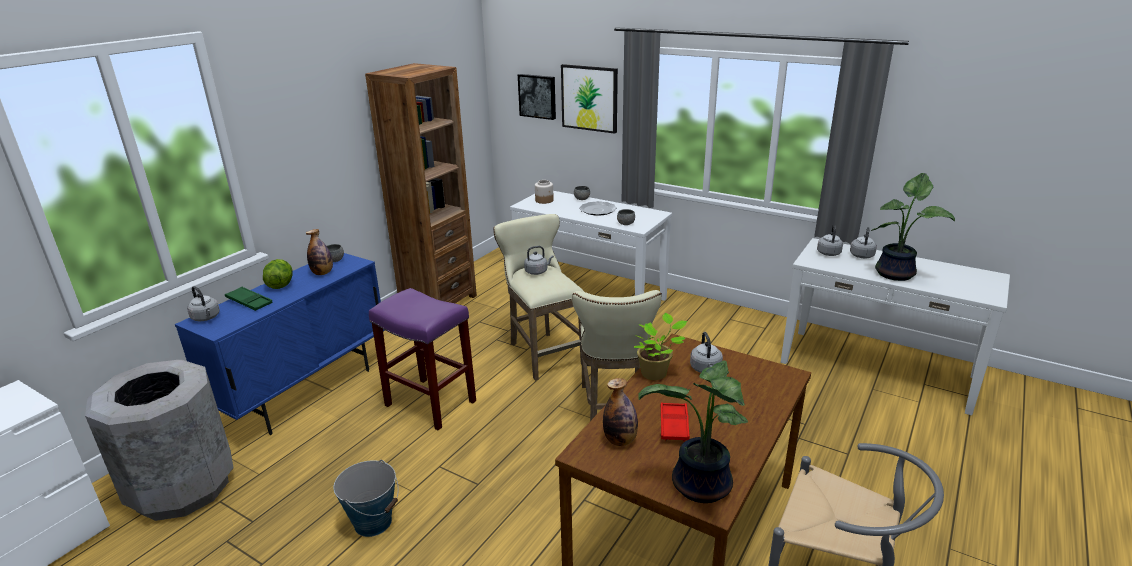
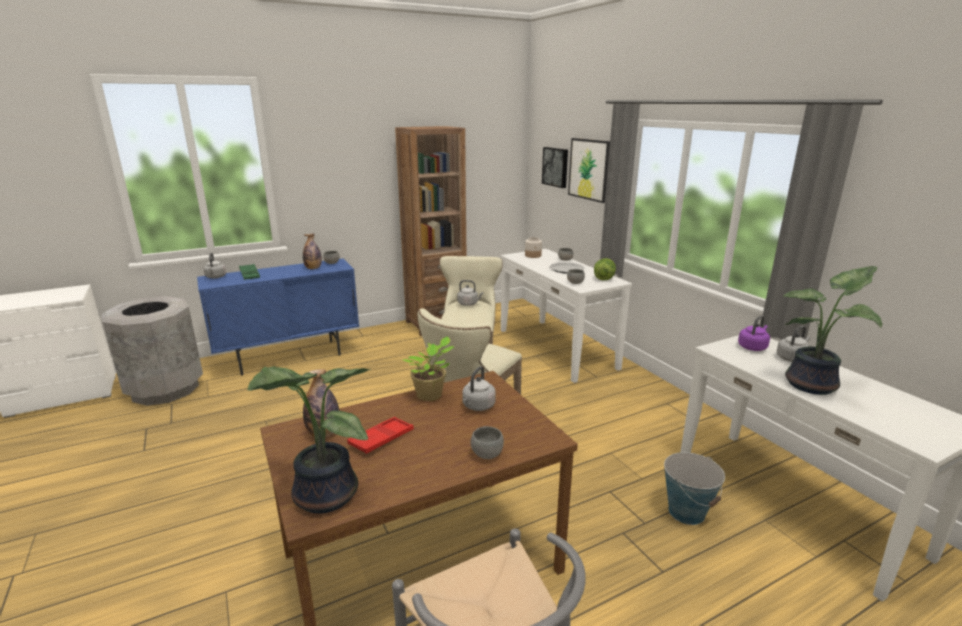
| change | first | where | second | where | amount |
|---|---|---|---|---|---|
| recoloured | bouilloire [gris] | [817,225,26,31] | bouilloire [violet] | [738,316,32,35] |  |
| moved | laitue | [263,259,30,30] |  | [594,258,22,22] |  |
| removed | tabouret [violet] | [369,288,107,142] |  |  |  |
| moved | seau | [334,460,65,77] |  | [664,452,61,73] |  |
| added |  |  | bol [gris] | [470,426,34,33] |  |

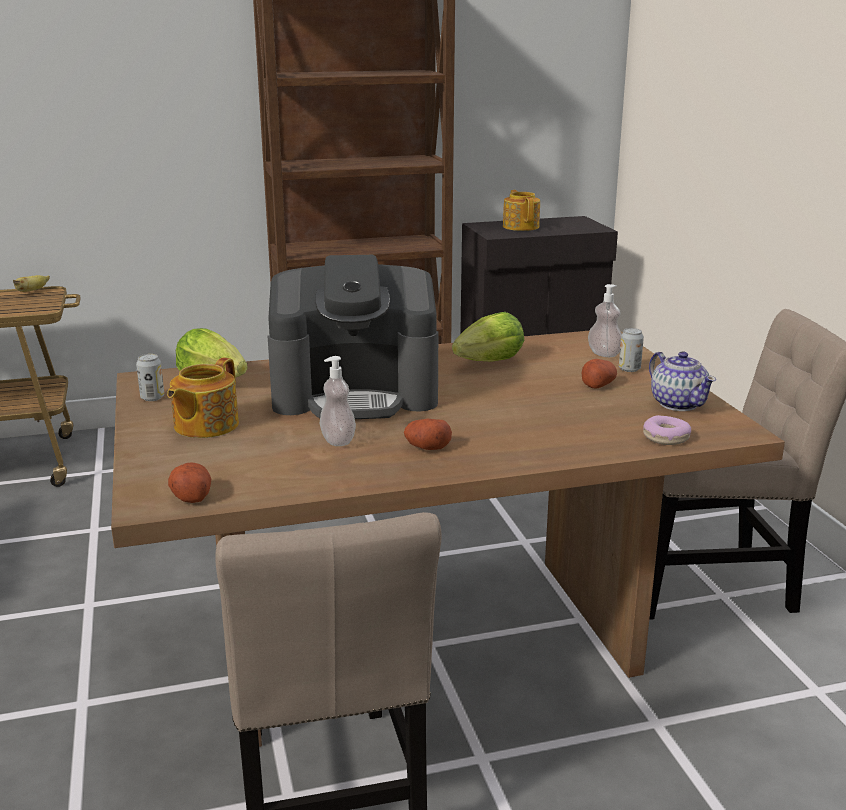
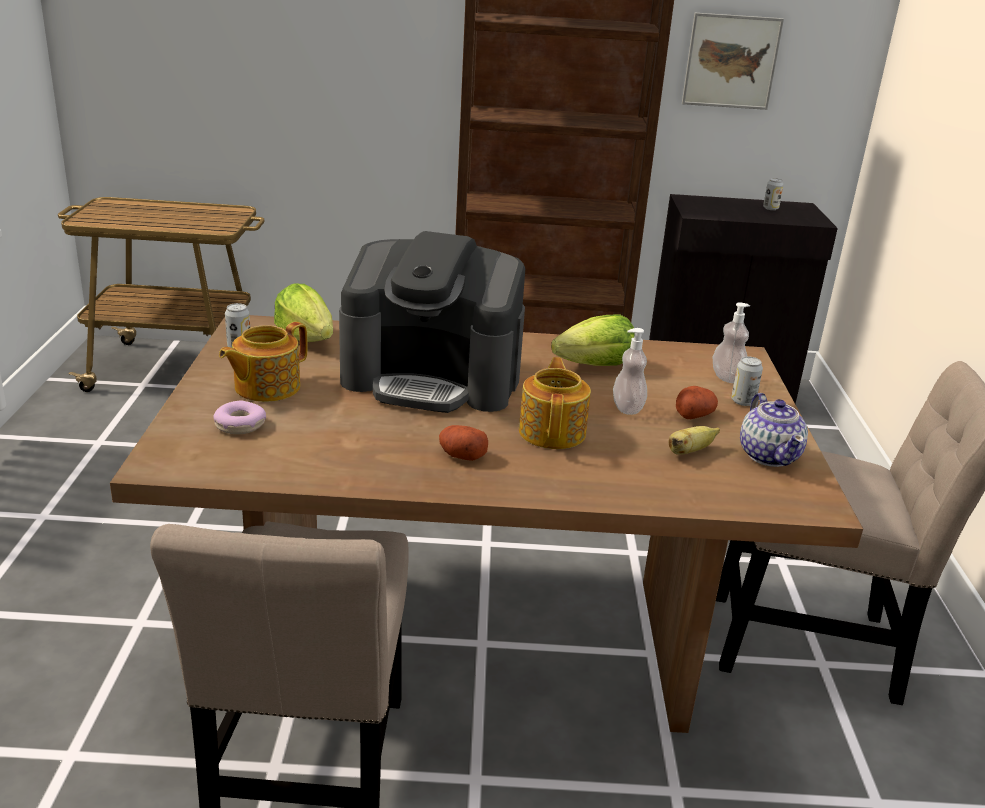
| change | first | where | second | where | amount |
|---|---|---|---|---|---|
| moved | théière | [503,190,37,41] |  | [519,357,72,92] |  |
| moved | banane | [13,275,37,17] |  | [668,426,52,29] |  |
| moved | distributeur de savon | [320,356,36,90] |  | [613,328,34,87] |  |
| moved | beignet | [643,415,48,30] |  | [213,400,53,34] |  |
| removed | pomme de terre | [168,463,43,40] |  |  |  |
| added |  |  | tableau | [682,13,102,97] |  |
| added |  |  | boîte métallique | [763,178,21,32] |  |

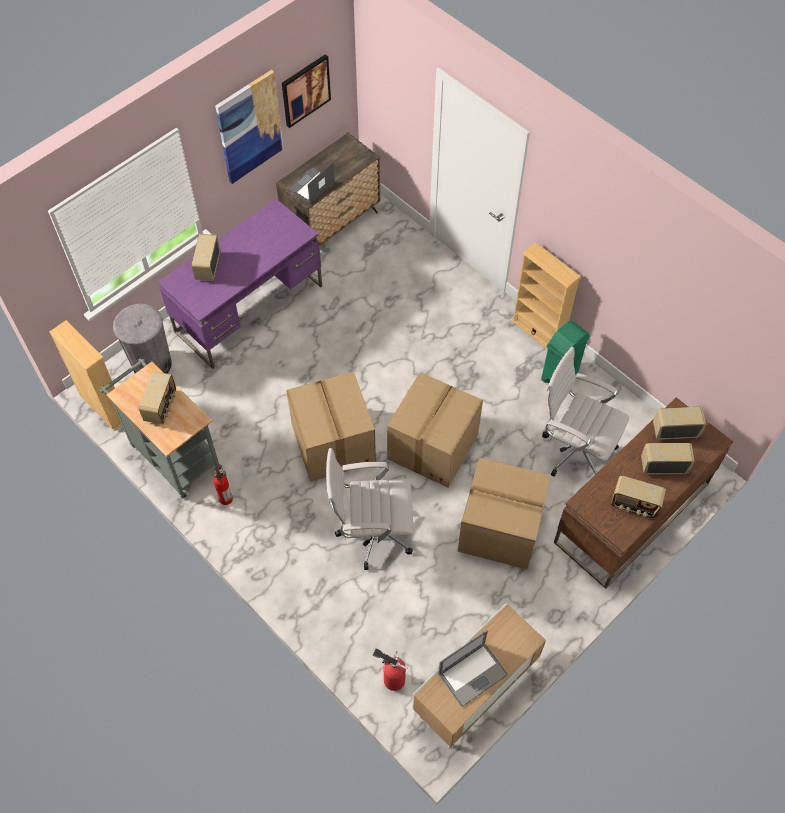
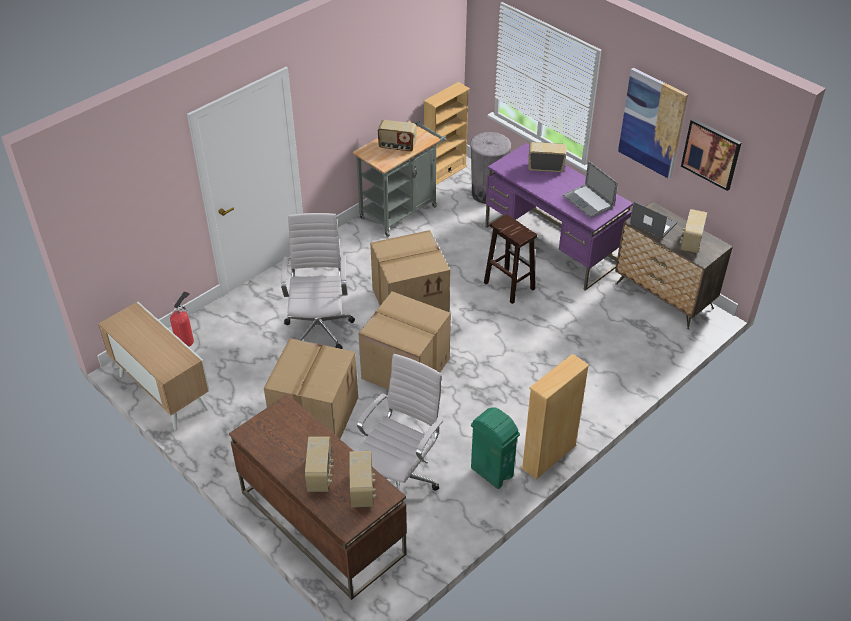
| change | first | where | second | where | amount |
|---|---|---|---|---|---|
| removed | extincteur | [213,466,20,39] |  |  |  |
| moved | radio | [611,476,55,42] |  | [679,209,28,44] |  |
| moved | ordinateur portable | [438,630,70,77] |  | [563,161,55,57] |  |
| added |  |  | tabouret [marron] | [484,214,53,90] |  |

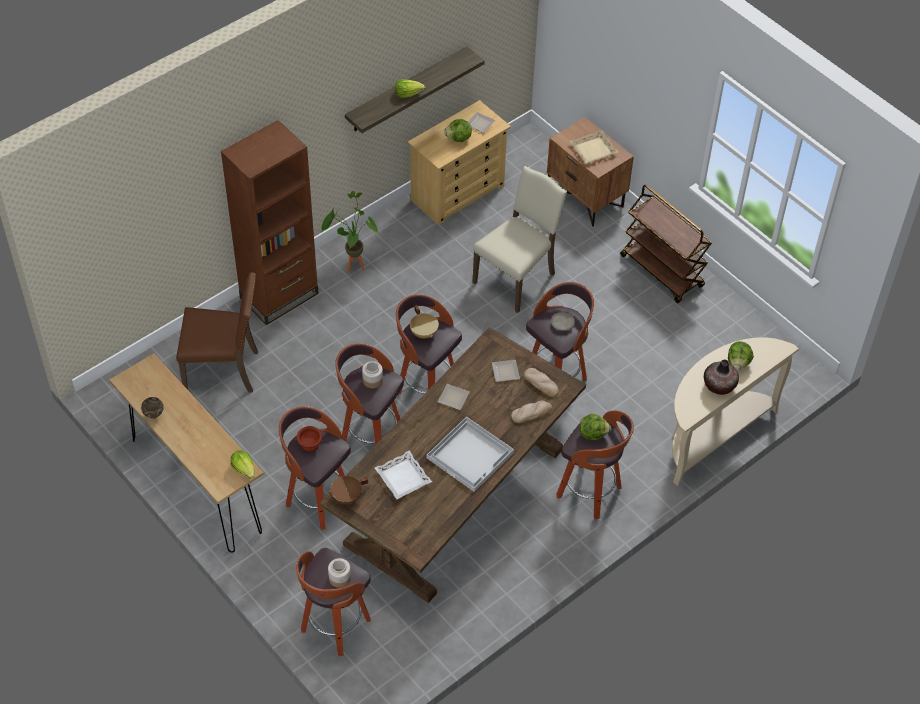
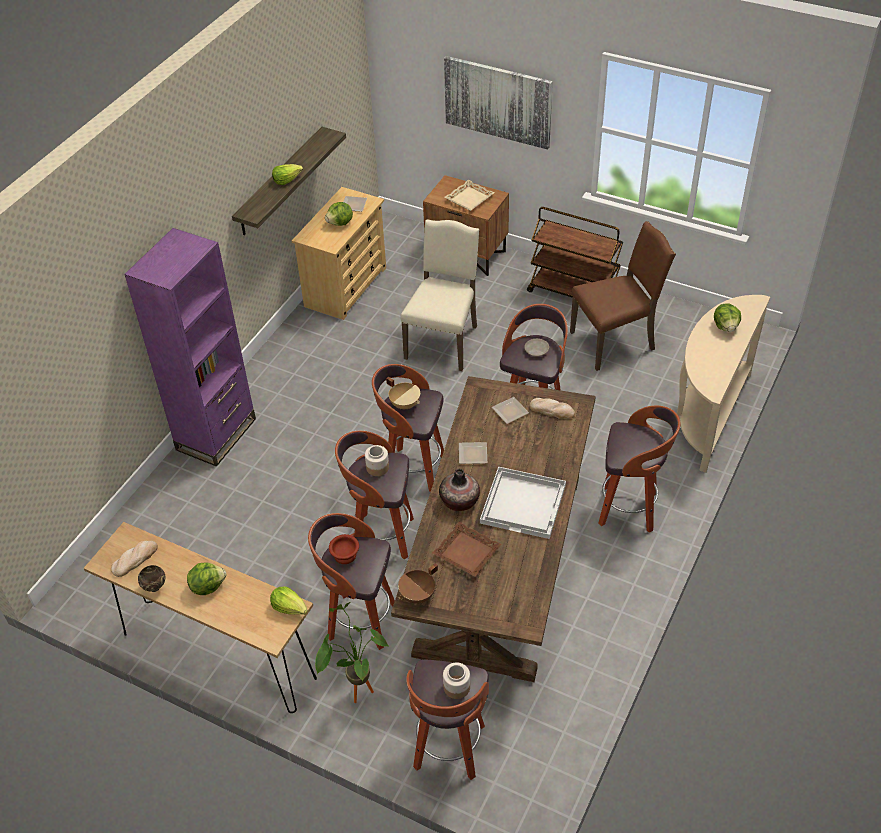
| change | first | where | second | where | amount |
|---|---|---|---|---|---|
| recoloured | bibliothèque [marron] | [221,120,98,205] | bibliothèque [violet] | [124,228,132,239] |  |
| moved | plante en pot | [321,191,57,81] |  | [315,602,75,101] |  |
| moved | chaise [marron] | [176,272,82,121] |  | [570,221,106,150] |  |
| moved | vase | [704,360,35,35] |  | [439,469,41,42] |  |
| moved | pain | [511,400,41,23] |  | [111,541,47,36] |  |
| moved | laitue | [579,414,32,26] |  | [187,562,39,33] |  |
| recoloured | plateau [blanc] | [375,451,57,48] | plateau [marron] | [432,522,69,55] |  |
| added |  |  | tableau | [444,56,109,94] |  |

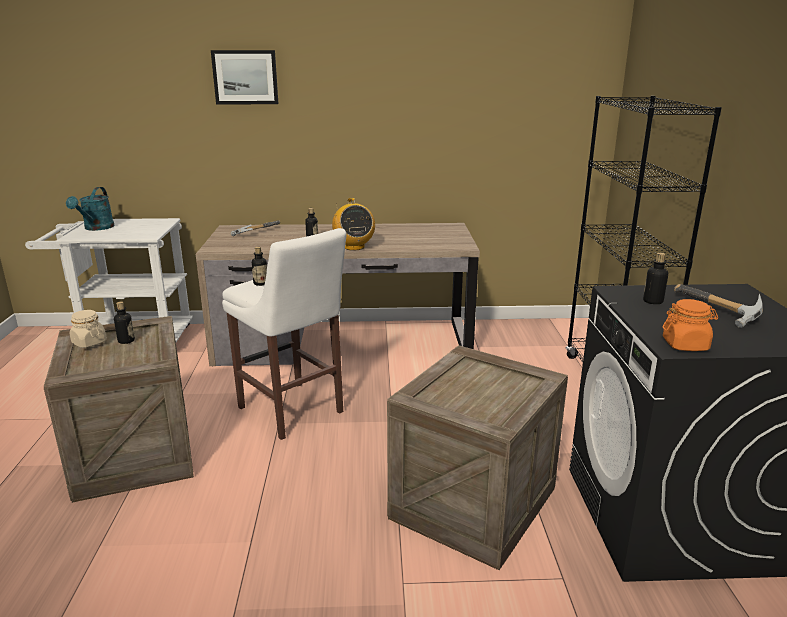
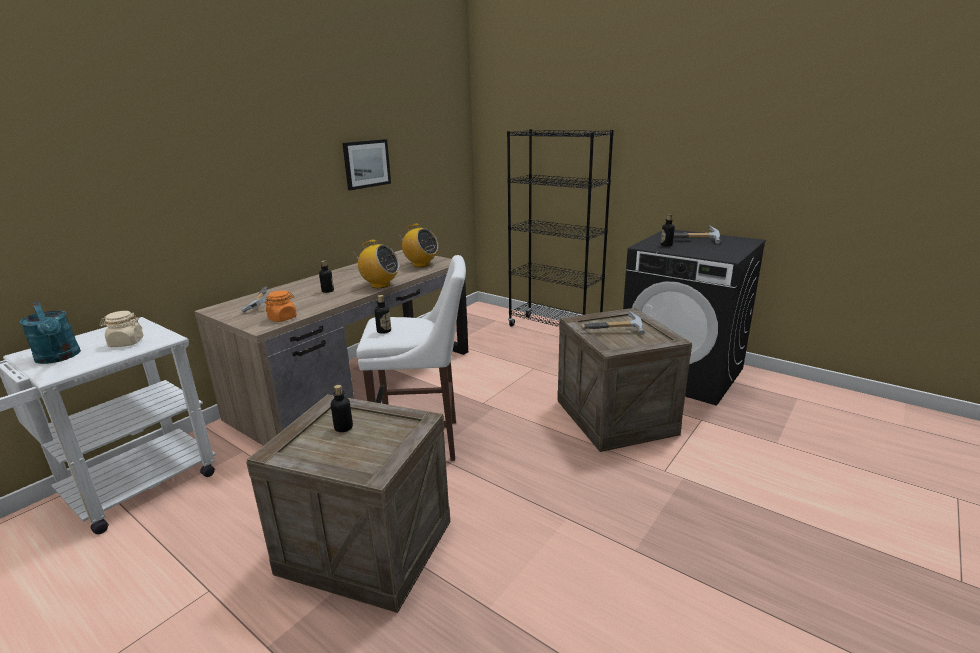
| change | first | where | second | where | amount |
|---|---|---|---|---|---|
| moved | tableau | [211,50,67,54] |  | [342,139,49,51] |  |
| moved | bocal [orange] | [663,299,55,52] |  | [265,290,32,32] |  |
| moved | bocal [beige] | [70,310,37,38] |  | [100,311,44,36] |  |
| added |  |  | radio | [400,224,38,43] |  |
| added |  |  | marteau | [581,311,64,23] |  |

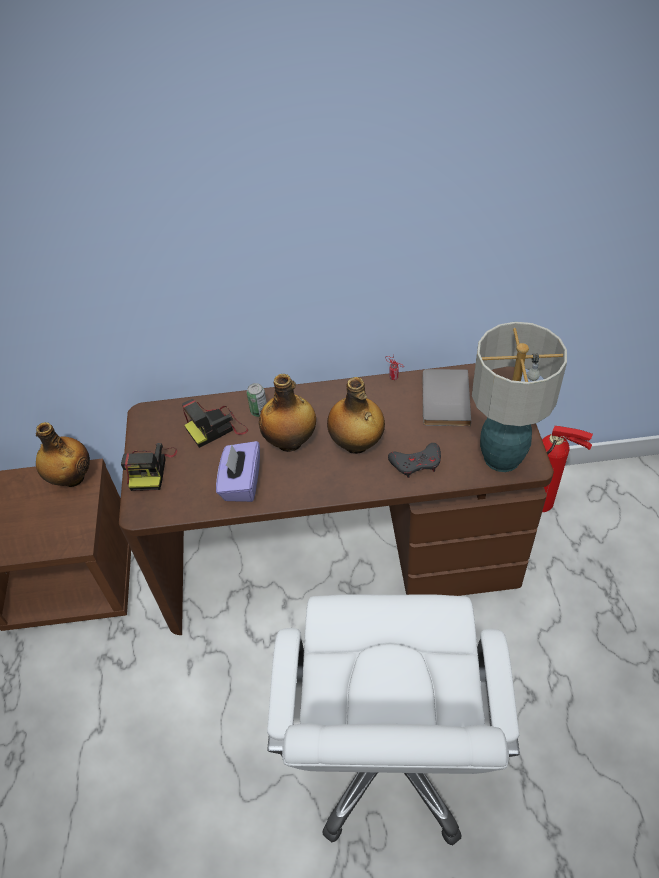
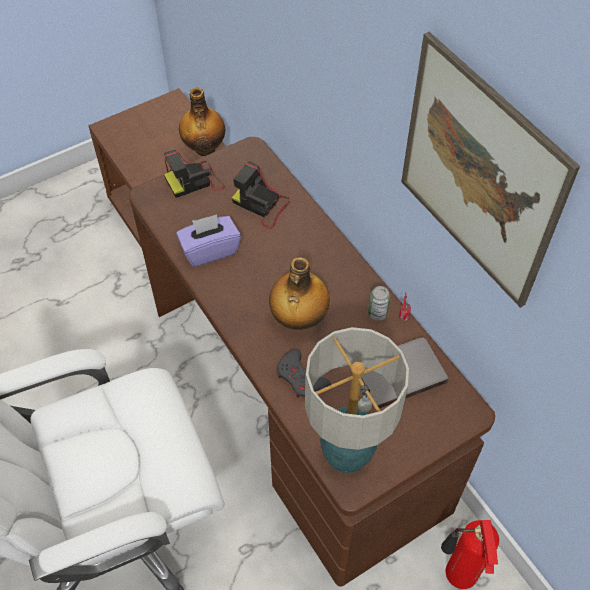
| change | first | where | second | where | amount |
|---|---|---|---|---|---|
| removed | bouteille | [259,374,57,78] |  |  |  |
| moved | boîte métallique | [247,383,20,34] |  | [368,286,22,35] |  |
| added |  |  | tableau | [401,32,179,276] |  |

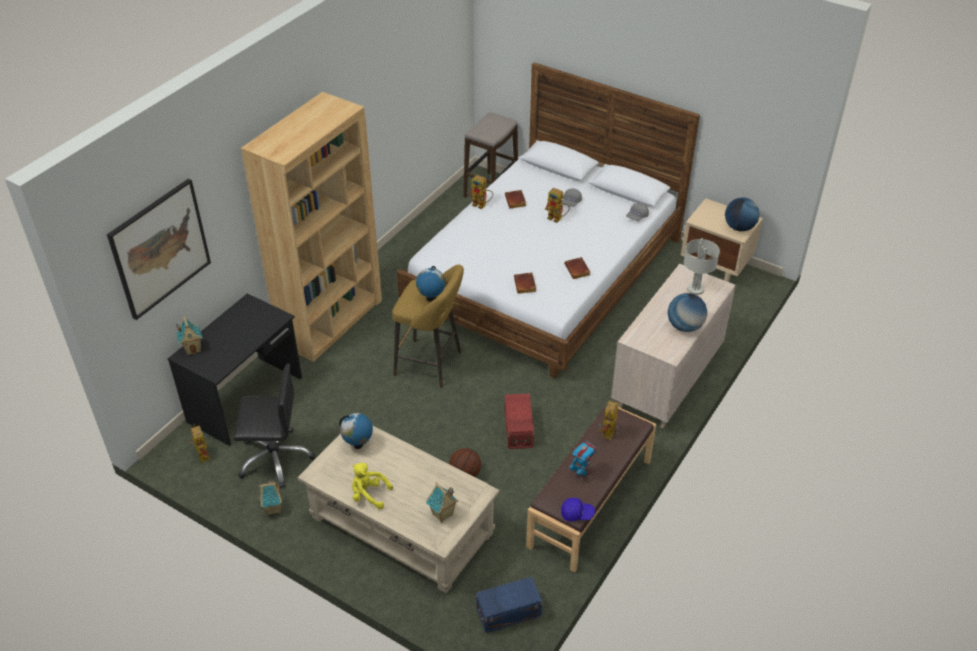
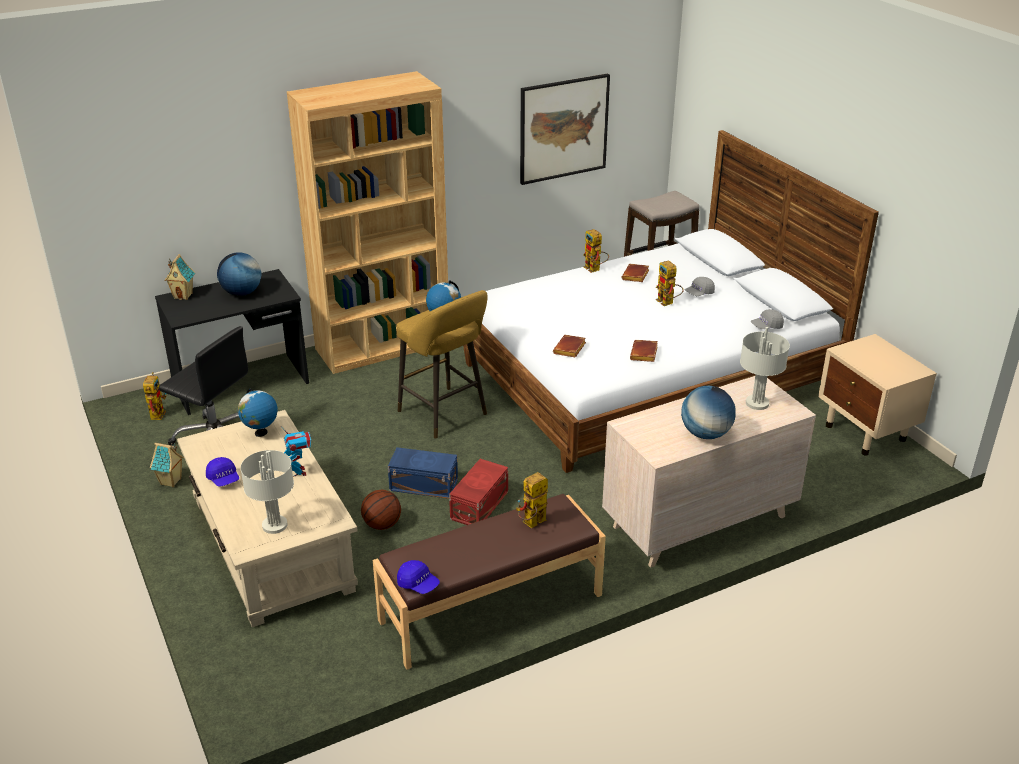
| change | first | where | second | where | amount |
|---|---|---|---|---|---|
| moved | tableau | [107,179,104,141] |  | [520,74,90,111] |  |
| moved | globe | [725,197,35,34] |  | [217,252,44,44] |  |
| moved | robot jouet | [569,442,27,36] |  | [284,431,27,45] |  |
| replaced | peluche [jaune] | [352,463,41,46] | casquette [bleu] | [206,457,33,30] |  |
| replaced | maison miniature | [426,482,32,41] | lampe de table [gris] | [240,450,54,84] |  |
| moved | boîte de rangement [bleu] | [476,577,66,56] |  | [388,447,70,52] |  |

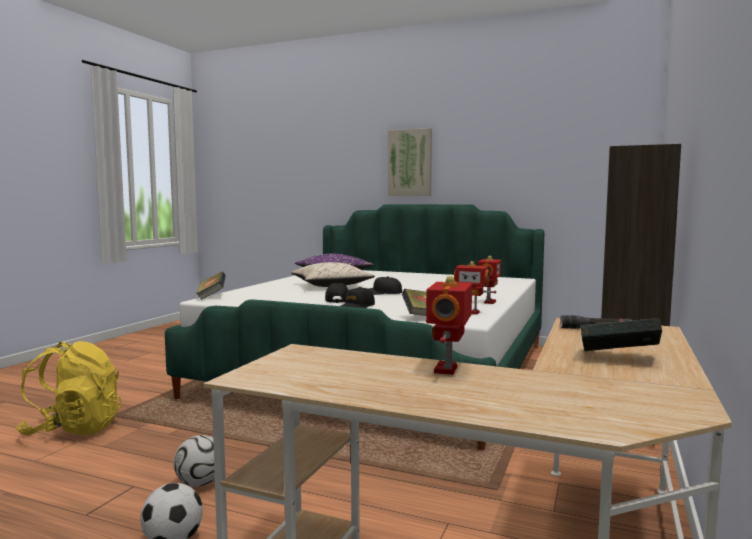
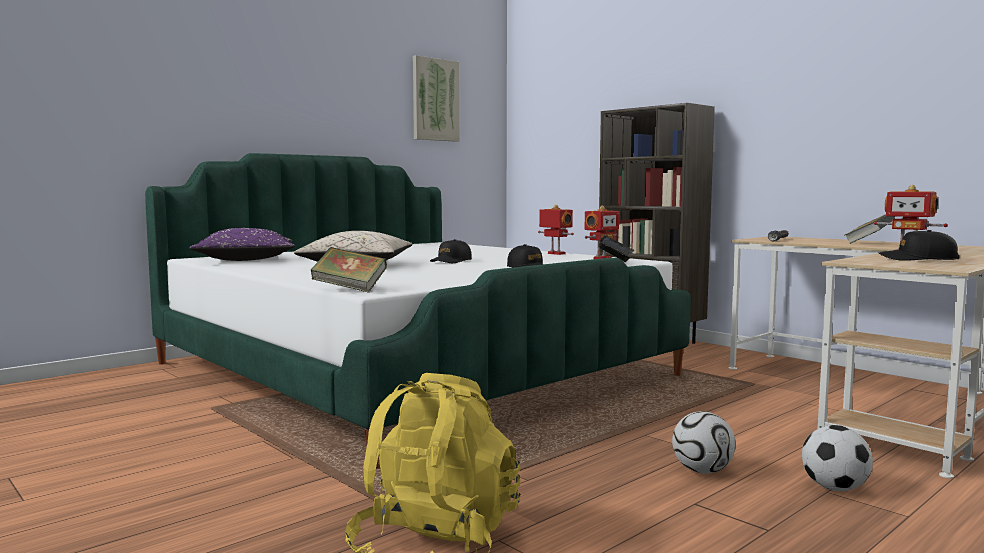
| change | first | where | second | where | amount |
|---|---|---|---|---|---|
| moved | tableau | [388,128,44,68] |  | [413,55,47,87] |  |
| moved | casquette [noir] | [325,283,23,20] |  | [879,230,81,31] |  |

